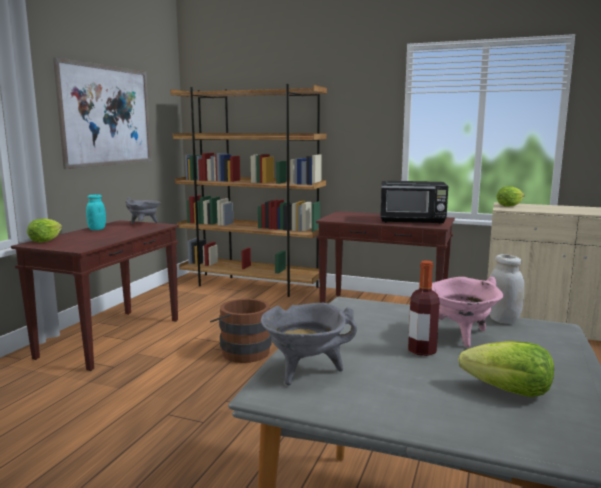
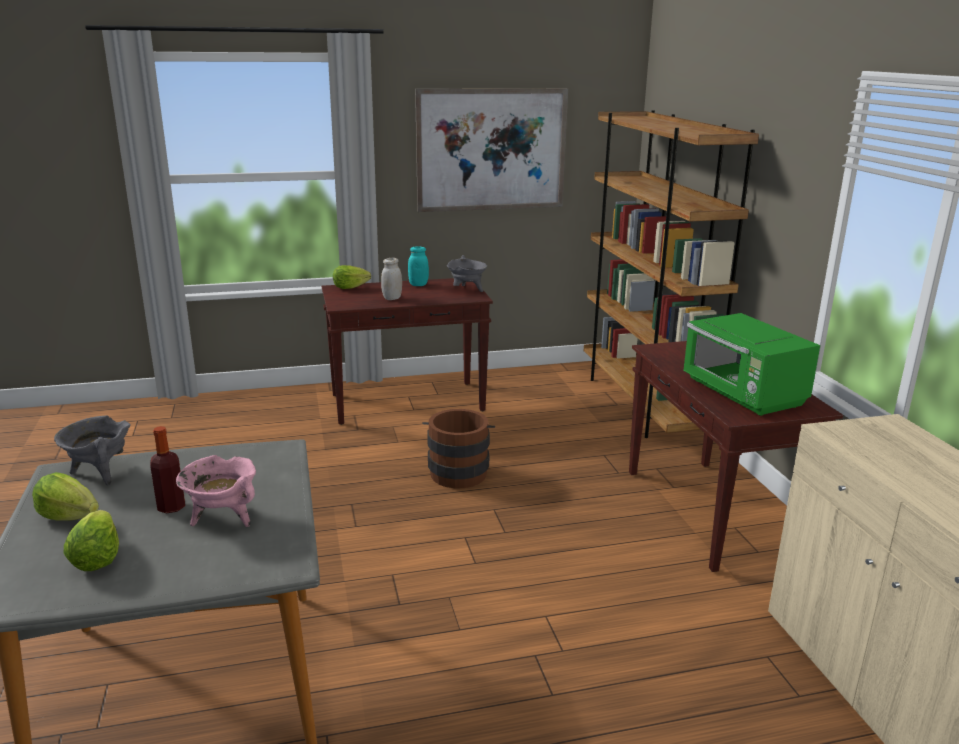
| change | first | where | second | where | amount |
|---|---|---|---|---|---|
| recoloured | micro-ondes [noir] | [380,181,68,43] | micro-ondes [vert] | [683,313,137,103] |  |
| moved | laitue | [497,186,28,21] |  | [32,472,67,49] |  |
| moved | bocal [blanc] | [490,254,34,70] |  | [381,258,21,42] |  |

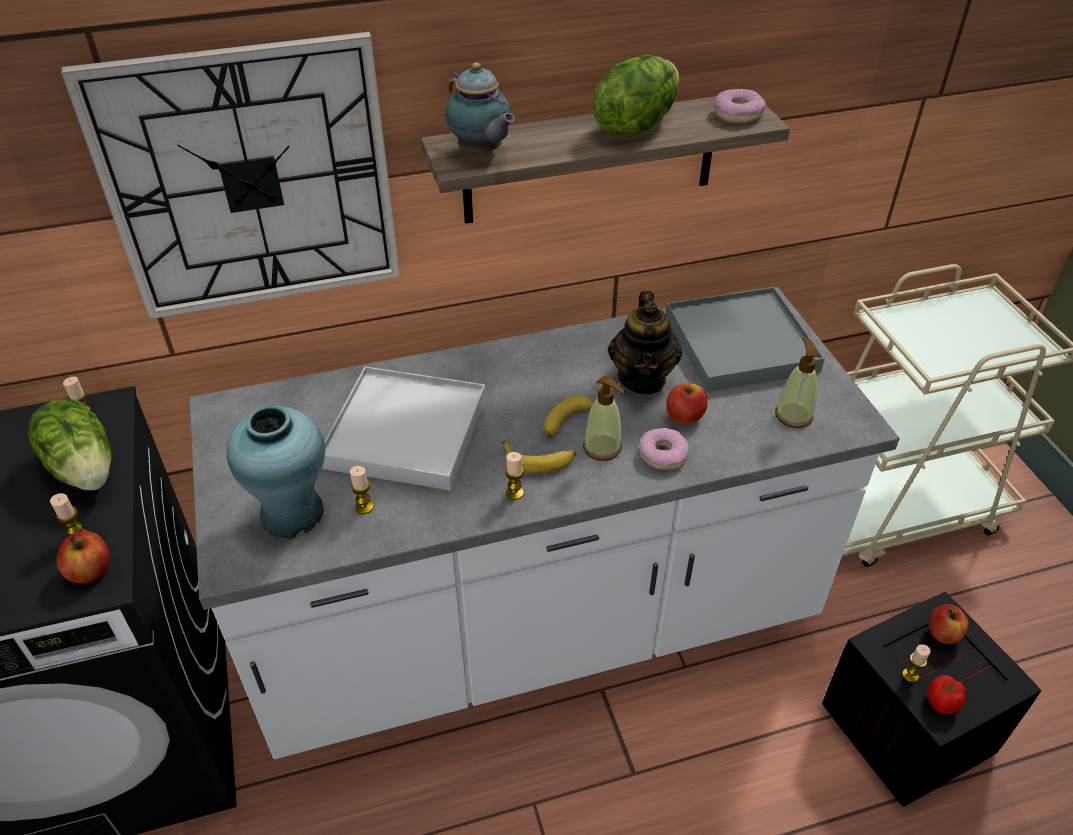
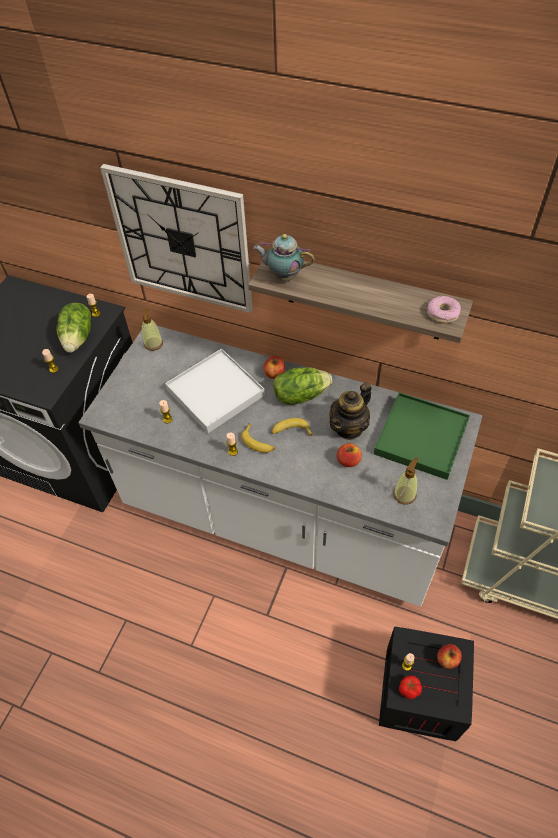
| change | first | where | second | where | amount |
|---|---|---|---|---|---|
| moved | laitue | [592,55,87,80] |  | [273,367,59,38] |  |
| turned | théière | [446,62,69,93] |  | [253,234,62,47] | 105 degrees clockwise |
| recoloured | plateau [gris] | [666,287,159,105] | plateau [vert] | [374,392,96,88] |  |
| moved | distributeur de savon | [583,375,42,86] |  | [142,309,21,42] |  |
| removed | vase [turquoise] | [227,405,98,134] |  |  |  |
| removed | beignet | [639,428,50,42] |  |  |  |
| moved | pomme | [56,531,54,52] |  | [263,356,22,23] |  |

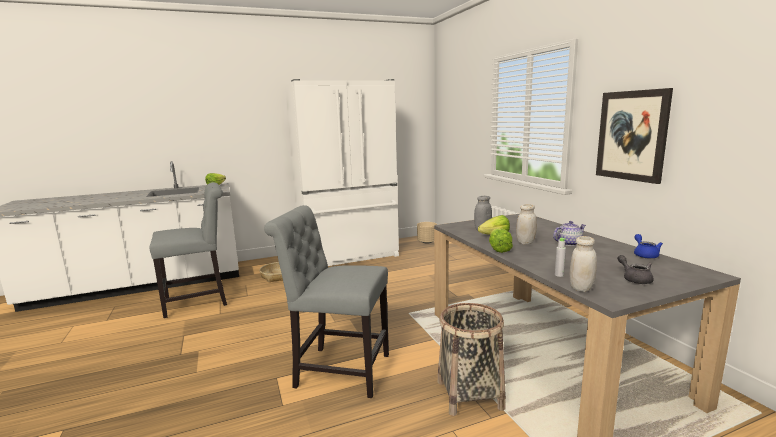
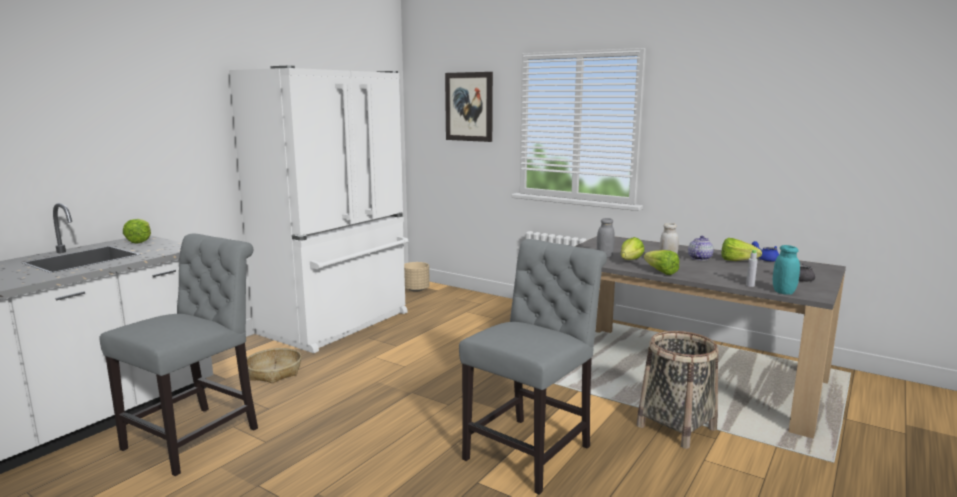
| change | first | where | second | where | amount |
|---|---|---|---|---|---|
| moved | tableau | [596,88,77,96] |  | [445,72,48,70] |  |
| turned | chaise [gris] | [264,205,125,193] |  | [459,239,148,256] | 150 degrees clockwise |
| recoloured | bocal [blanc] | [570,236,27,56] | bocal [turquoise] | [773,245,27,50] |  |
| added |  |  | laitue | [721,238,41,23] |  |

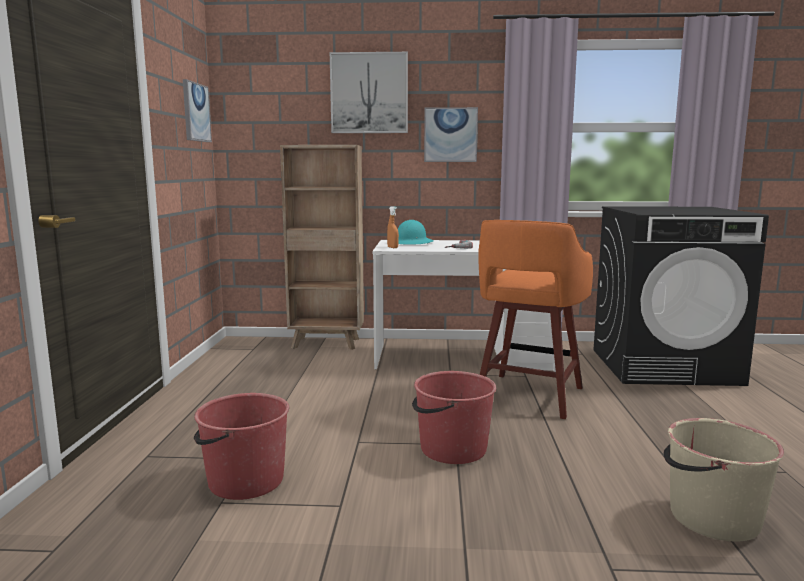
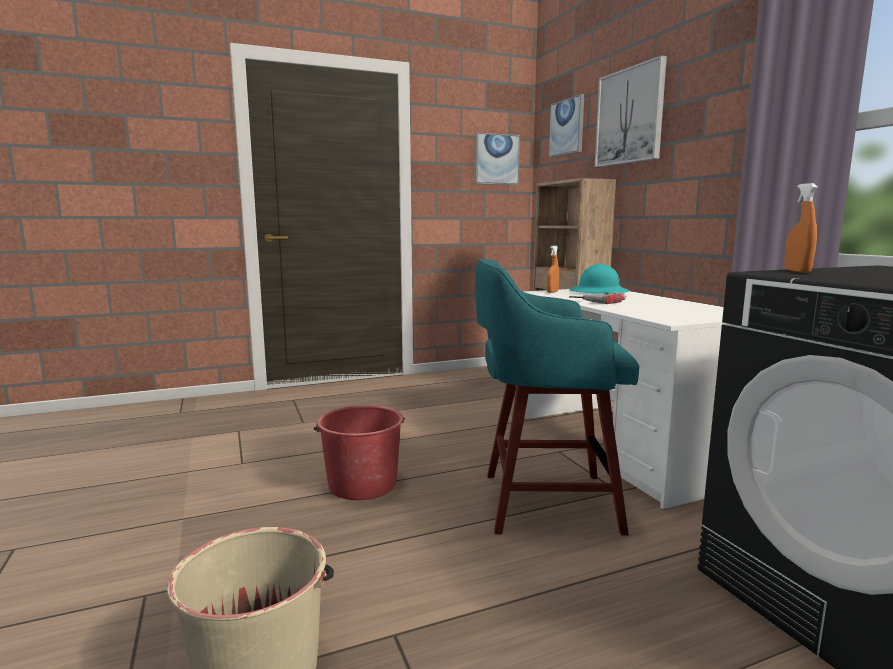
| change | first | where | second | where | amount |
|---|---|---|---|---|---|
| moved | tableau | [424,107,54,55] |  | [549,94,35,64] |  |
| recoloured | tabouret [orange] | [478,220,115,199] | tabouret [turquoise] | [475,259,164,277] |  |
| removed | seau [rouge] | [194,393,95,107] |  |  |  |
| added |  |  | vaporisateur [orange] | [784,183,34,90] |  |

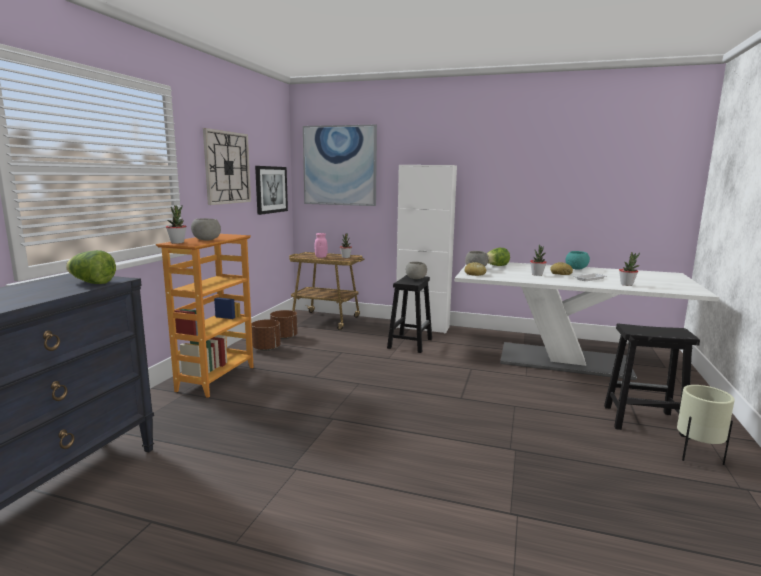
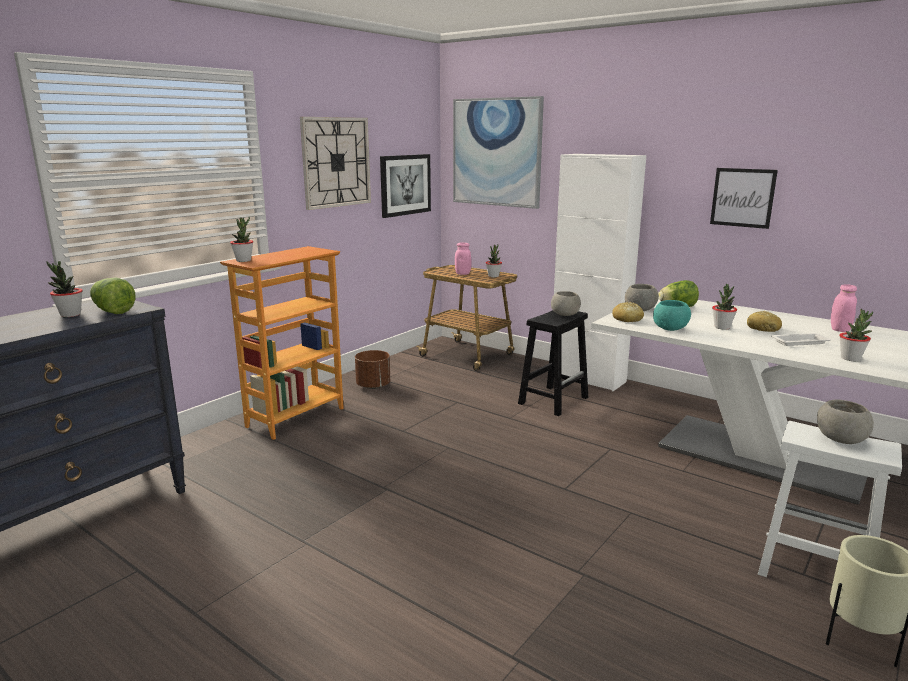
| change | first | where | second | where | amount |
|---|---|---|---|---|---|
| moved | bol [gris] | [191,218,30,22] |  | [817,399,57,45] |  |
| moved | bol [turquoise] | [566,251,24,19] |  | [653,300,38,31] |  |
| removed | cache-pot [marron] | [270,310,27,29] |  |  |  |
| recoloured | tabouret [noir] | [604,323,96,114] | tabouret [blanc] | [758,421,144,156] |  |
| added |  |  | tableau | [710,168,68,61] |  |
| added |  |  | plante en pot | [47,261,36,56] |  |
| added |  |  | bocal [rose] | [831,284,26,48] |  |

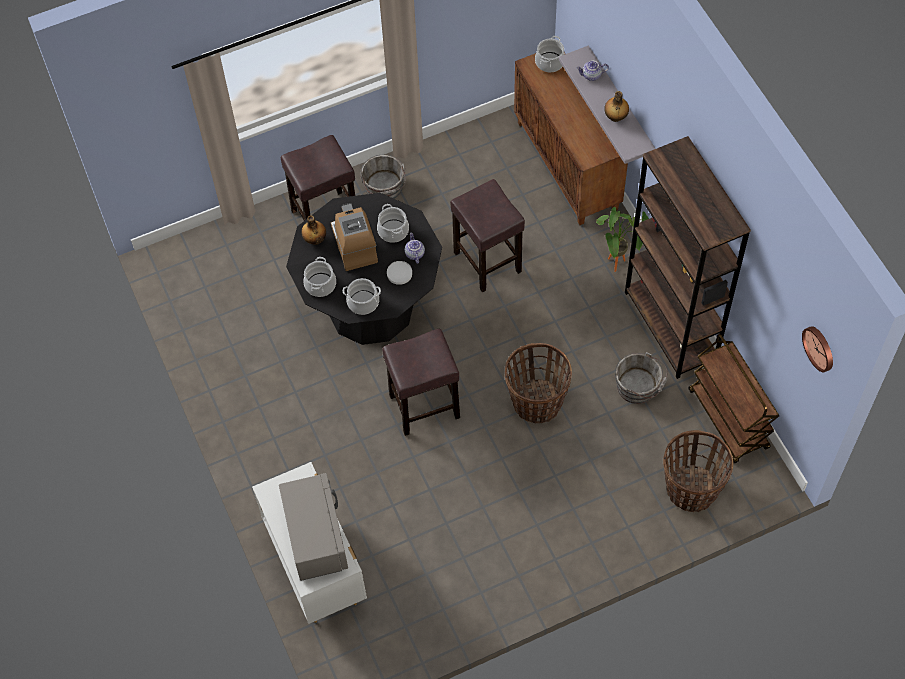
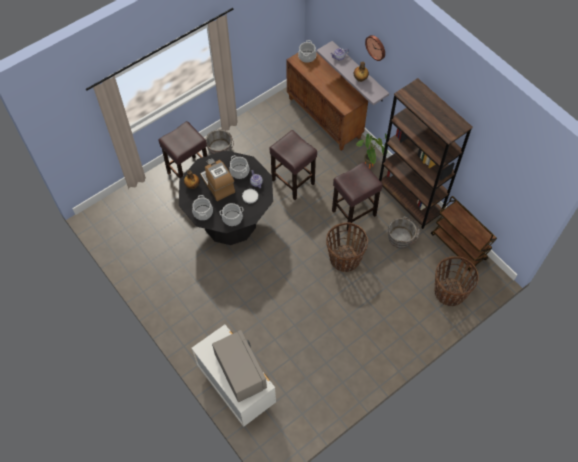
| change | first | where | second | where | amount |
|---|---|---|---|---|---|
| moved | horloge murale | [802,326,31,46] |  | [365,35,20,26] |  |
| moved | tabouret [marron] | [382,329,78,107] |  | [332,162,51,68] |  |

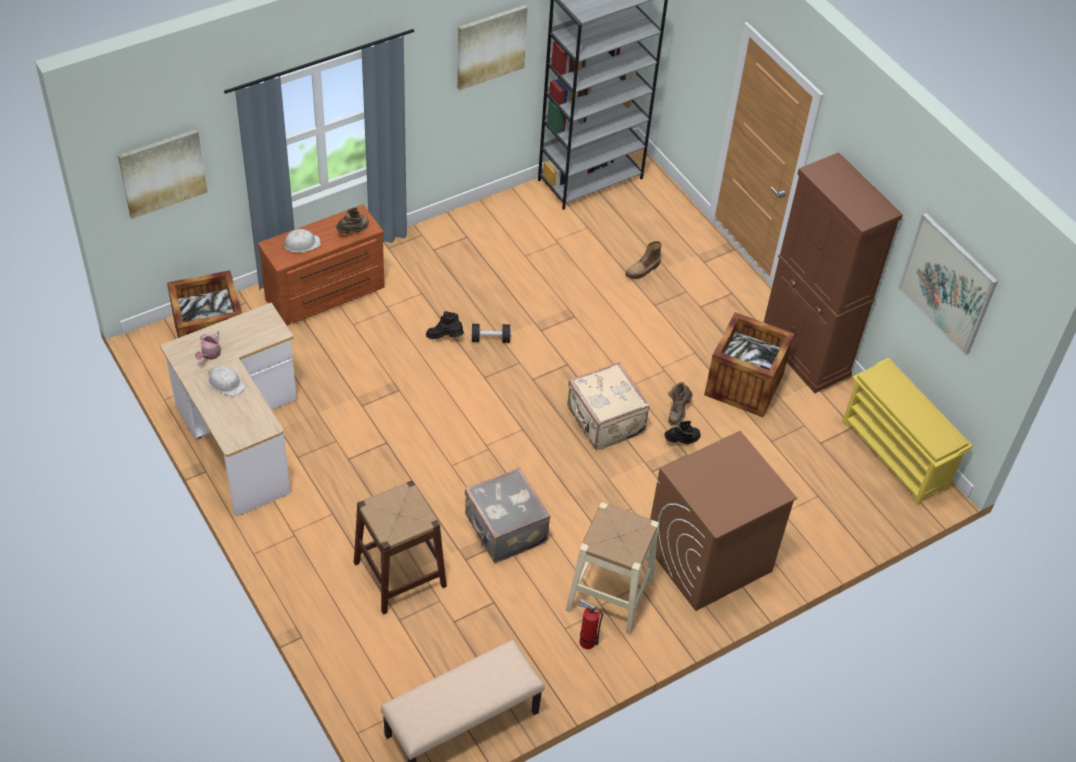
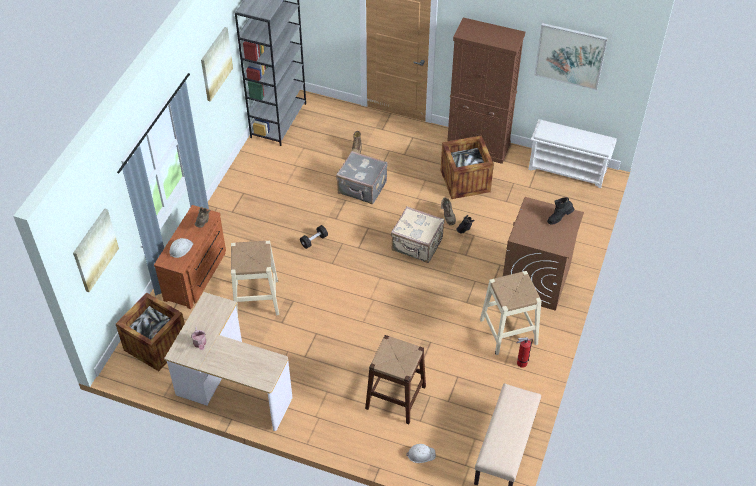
| change | first | where | second | where | amount |
|---|---|---|---|---|---|
| moved | botte [noir] | [426,311,38,28] |  | [547,197,27,28] |  |
| recoloured | étagère à chaussures [jaune] | [842,358,130,147] | étagère à chaussures [blanc] | [529,119,88,69] |  |
| moved | casque de chantier [blanc] | [208,365,37,31] |  | [406,444,30,19] |  |
| moved | valise [gris] | [465,468,85,95] |  | [336,151,52,53] |  |
| added |  |  | tabouret [beige] | [231,241,48,74] |  |

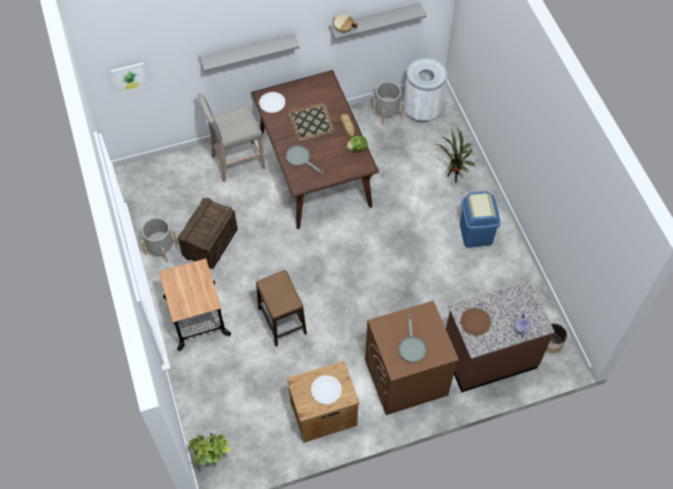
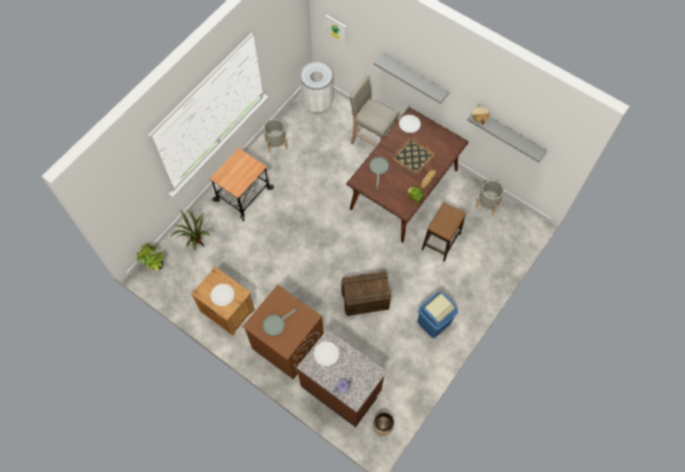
| change | first | where | second | where | amount |
|---|---|---|---|---|---|
| moved | poubelle [blanc] | [404,58,43,65] |  | [300,62,33,52] |  |
| moved | plante en pot | [436,127,40,56] |  | [170,209,40,41] |  |
| moved | caisse | [178,197,60,72] |  | [341,271,50,45] |  |
| moved | tabouret | [256,270,51,77] |  | [422,203,44,59] |  |
| recoloured | assiette [marron] | [460,308,31,28] | assiette [blanc] | [314,342,25,24] |  |

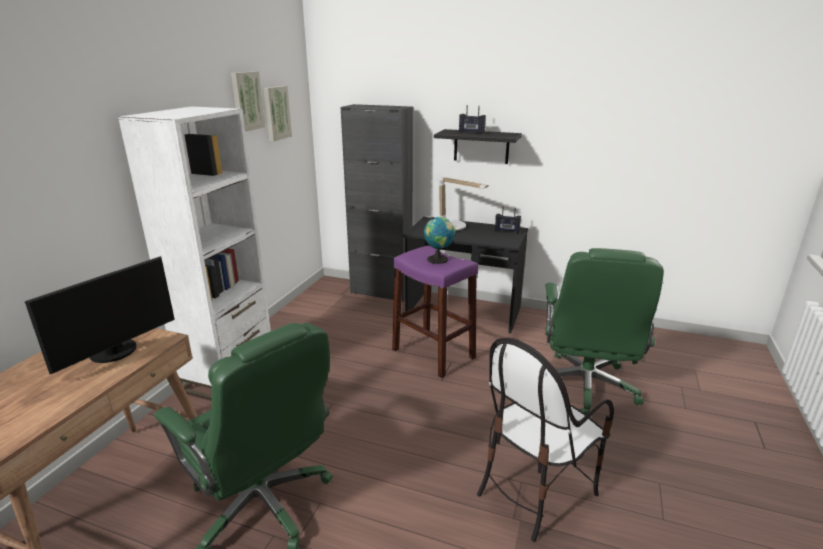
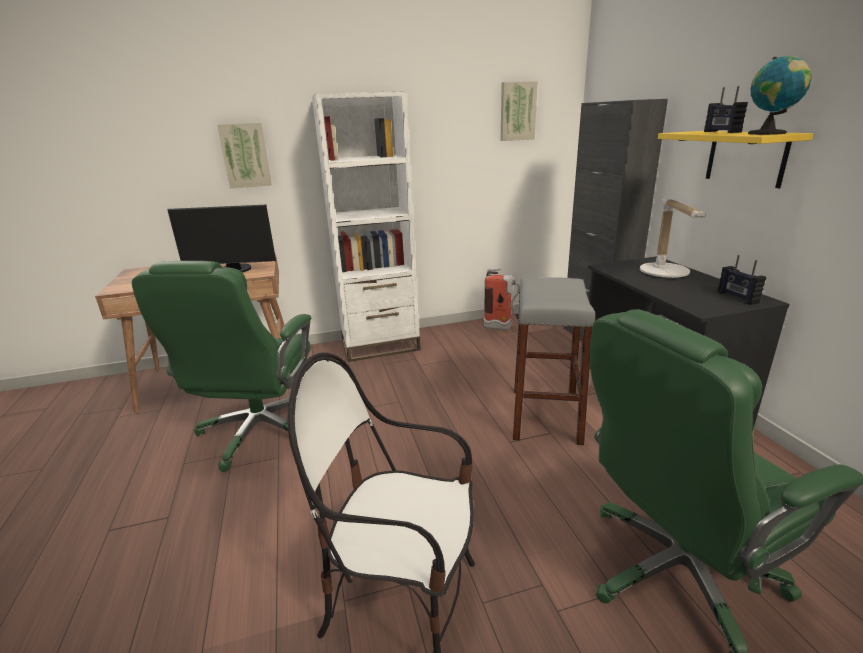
| change | first | where | second | where | amount |
|---|---|---|---|---|---|
| moved | tableau | [231,71,34,61] |  | [217,123,55,65] |  |
| recoloured | étagère [noir] | [434,129,88,35] | étagère [jaune] | [658,131,156,57] |  |
| moved | globe | [424,217,31,47] |  | [748,56,64,79] |  |
| recoloured | tabouret [violet] | [392,246,86,132] | tabouret [gris] | [513,277,82,168] |  |
| added |  |  | extincteur | [483,269,37,62] |  |

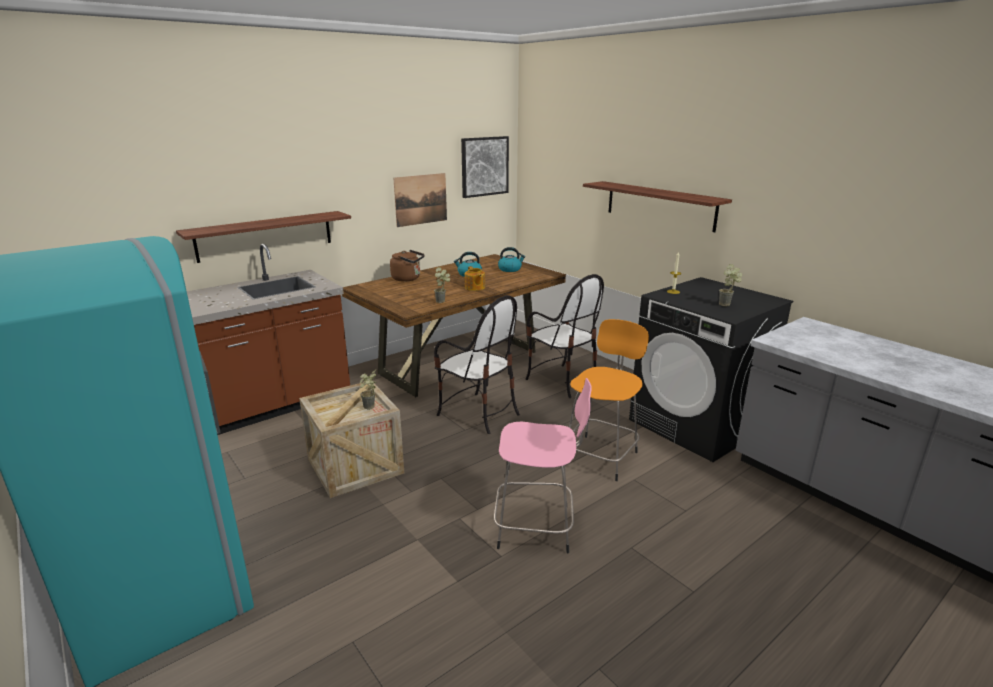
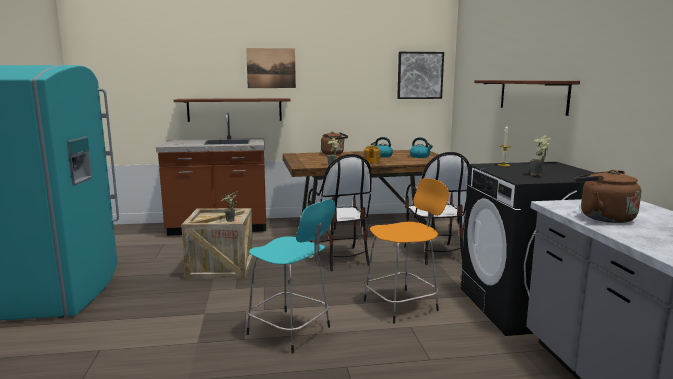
| change | first | where | second | where | amount |
|---|---|---|---|---|---|
| moved | tableau | [393,173,54,54] |  | [246,48,50,40] |  |
| recoloured | tabouret [rose] | [494,378,98,175] | tabouret [turquoise] | [247,199,88,155] |  |
| added |  |  | bouilloire [marron] | [574,170,67,53] |  |

